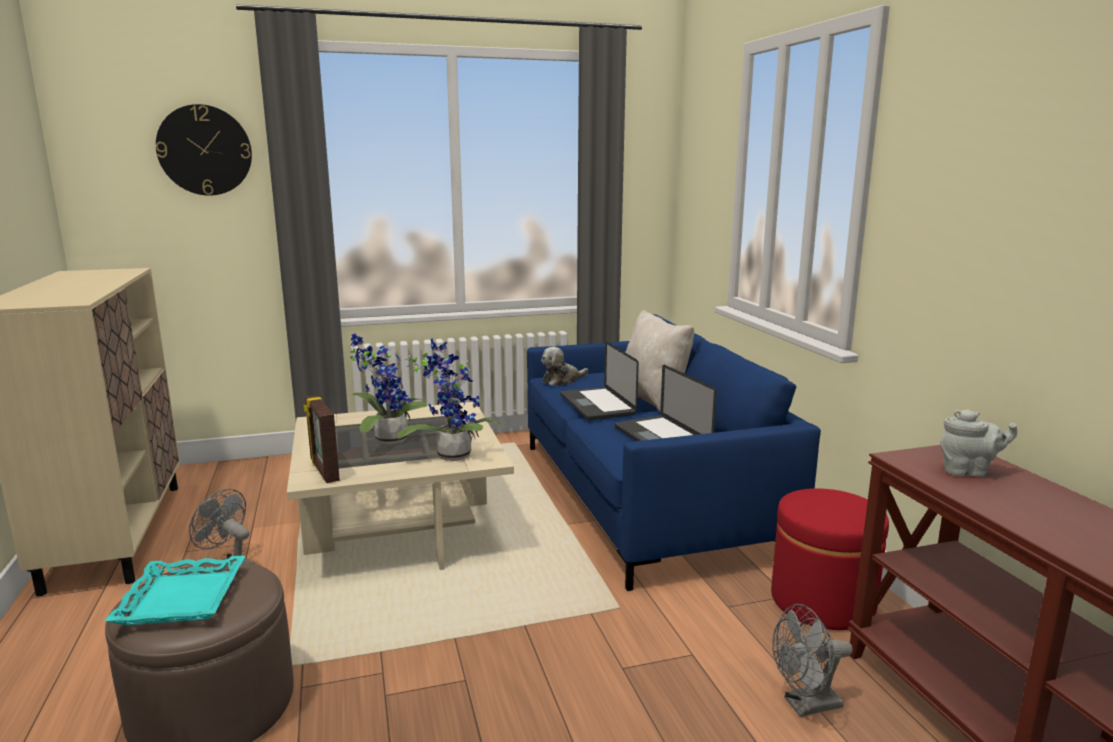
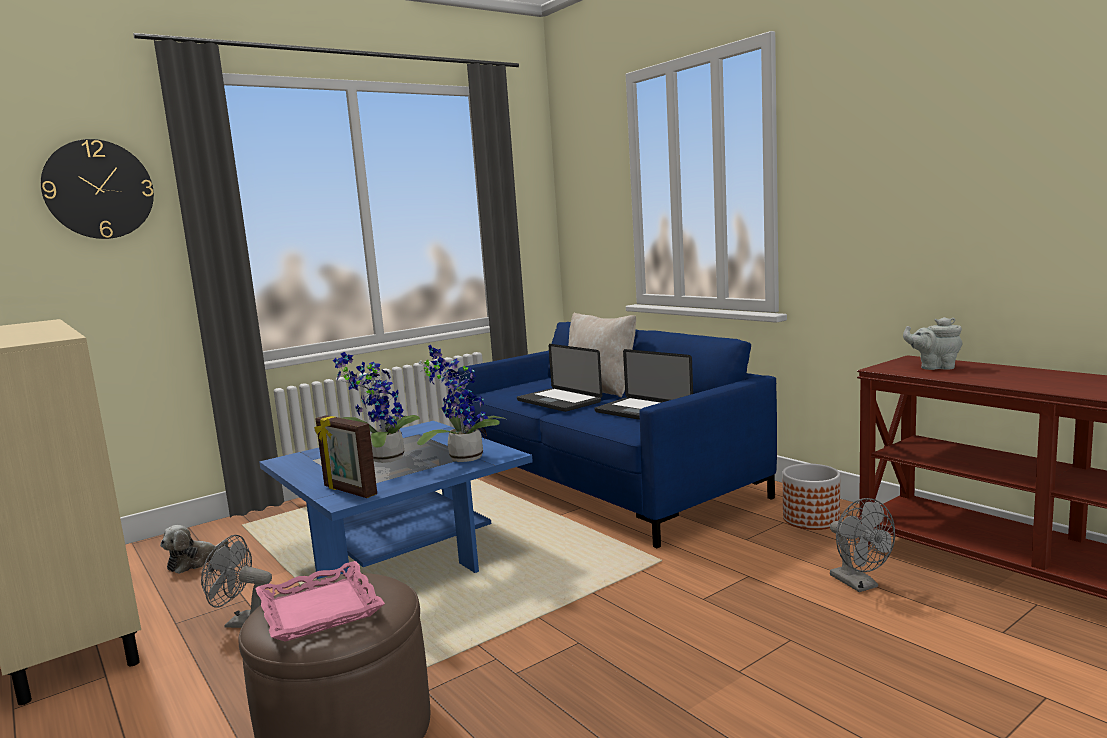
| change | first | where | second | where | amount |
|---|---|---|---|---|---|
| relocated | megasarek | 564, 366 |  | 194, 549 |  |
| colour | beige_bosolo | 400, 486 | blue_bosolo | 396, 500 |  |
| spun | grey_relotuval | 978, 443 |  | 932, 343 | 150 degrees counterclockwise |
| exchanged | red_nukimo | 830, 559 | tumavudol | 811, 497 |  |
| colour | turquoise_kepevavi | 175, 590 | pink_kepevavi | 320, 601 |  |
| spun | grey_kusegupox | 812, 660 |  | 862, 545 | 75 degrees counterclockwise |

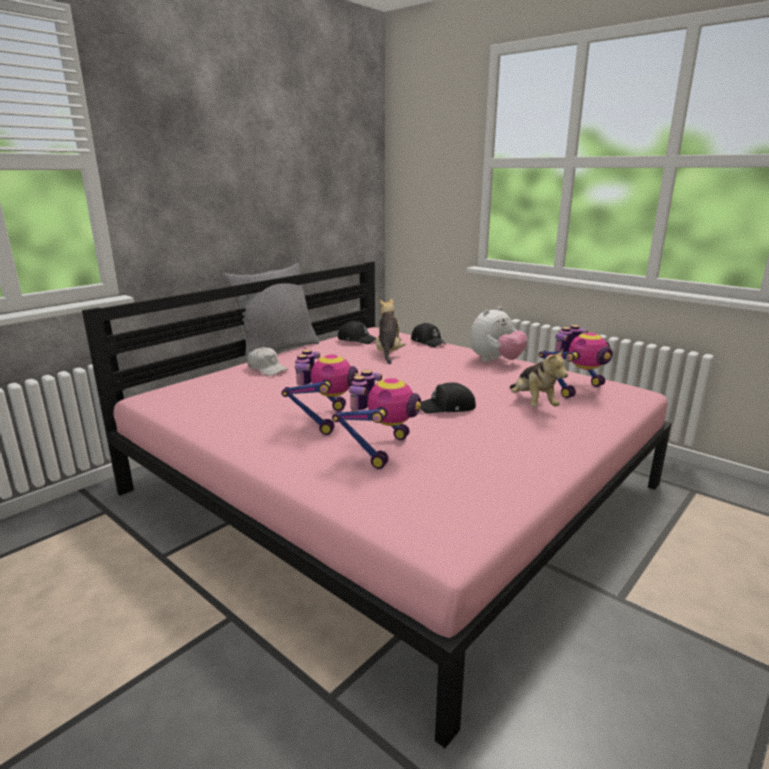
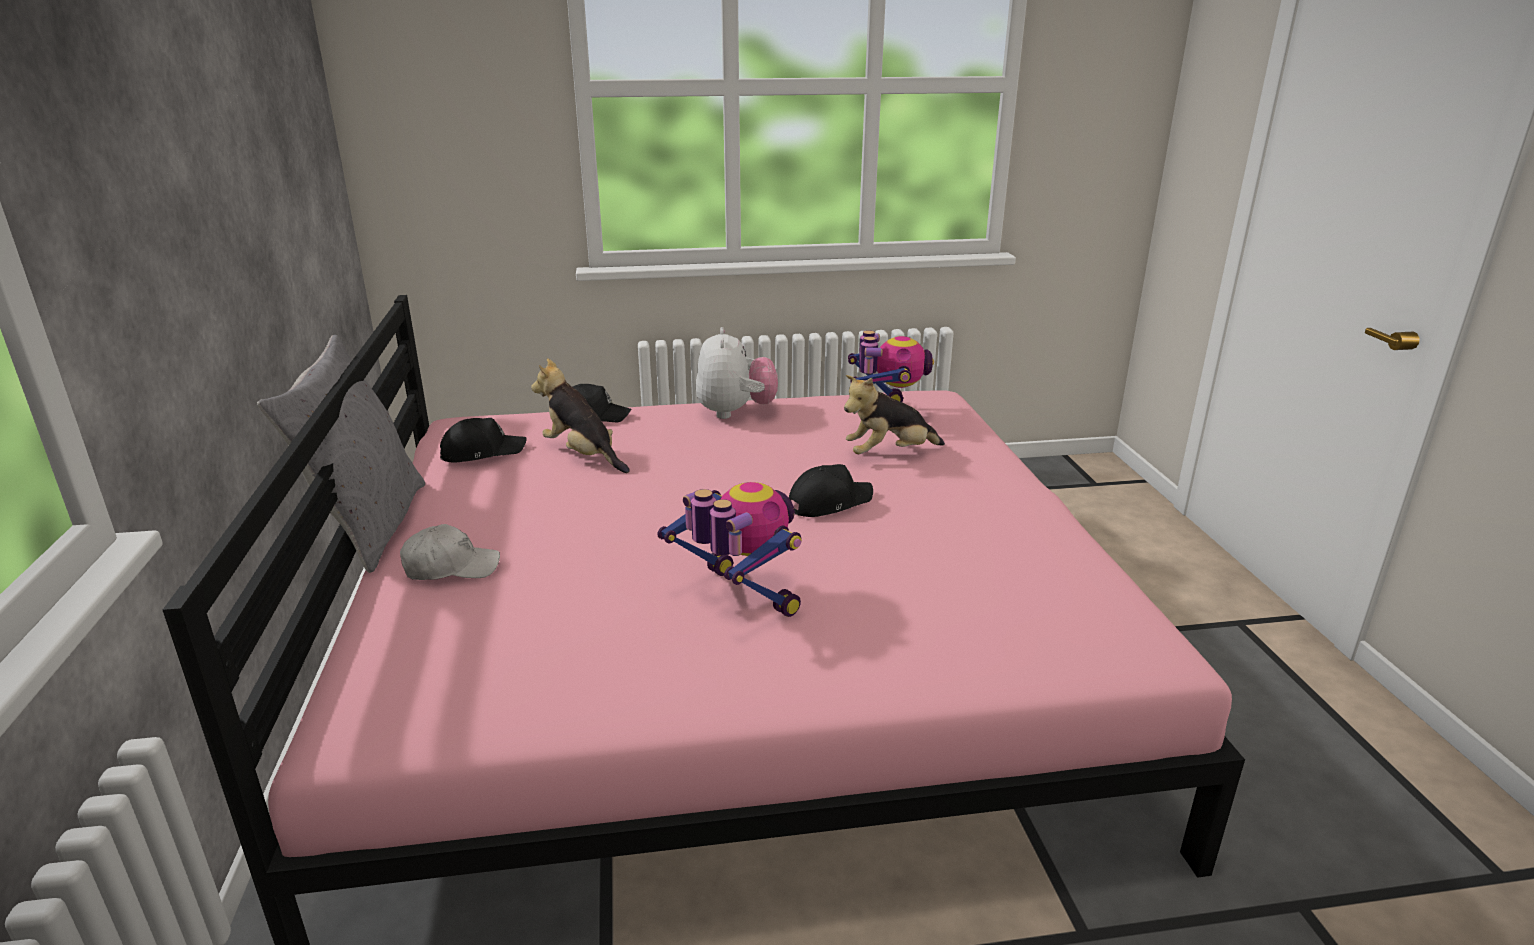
| change | first | where | second | where | amount |
|---|---|---|---|---|---|
| spun | megasarek | 538, 377 |  | 894, 414 | 135 degrees clockwise |
| missing | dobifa | 376, 419 |  |  |  |
| spun | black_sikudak | 448, 398 |  | 831, 490 | 150 degrees counterclockwise |

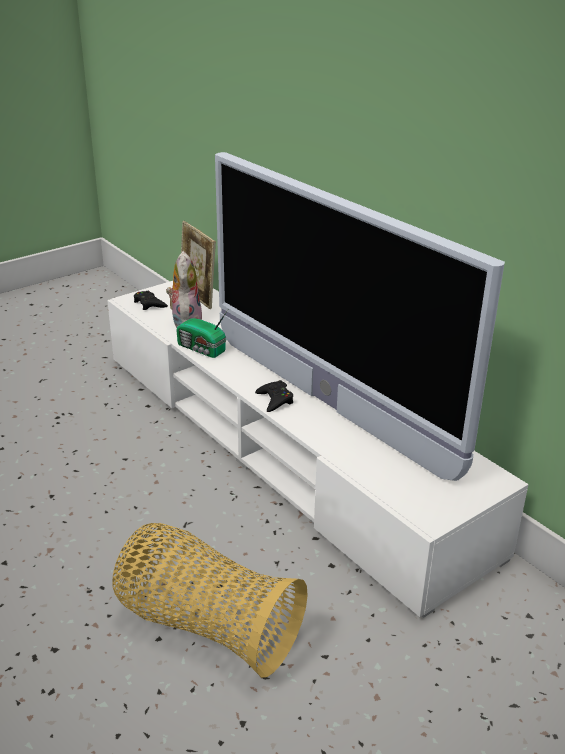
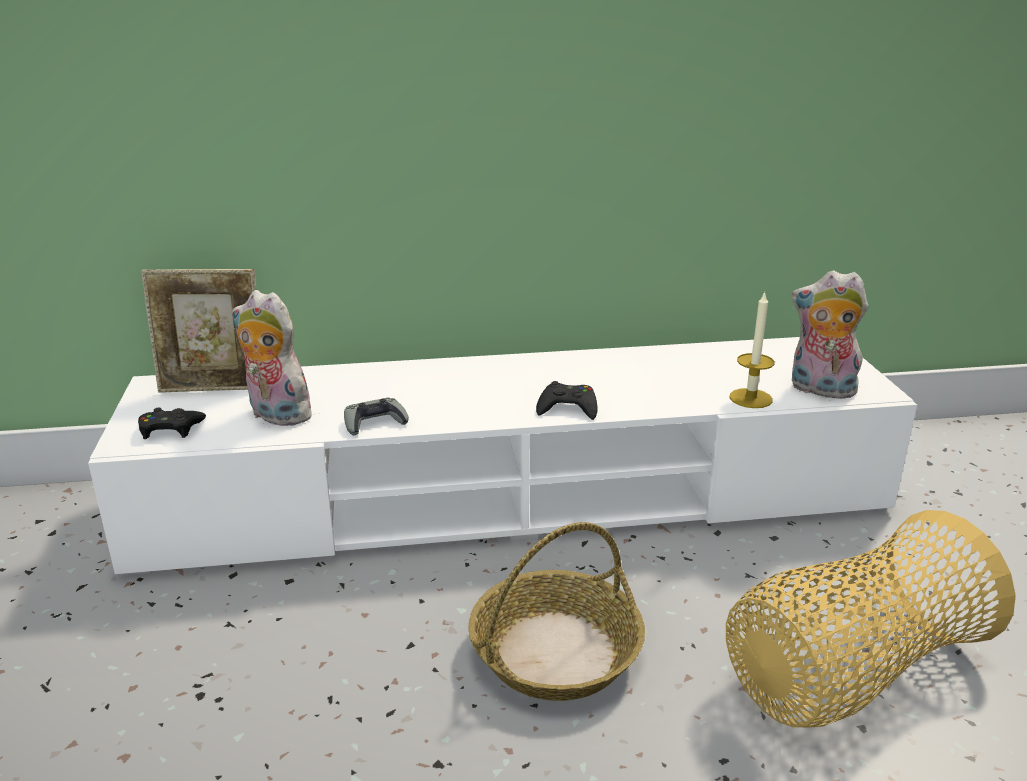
| change | first | where | second | where | amount |
|---|---|---|---|---|---|
| missing | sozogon | 360, 316 |  |  |  |
| exchanged | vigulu | 202, 334 | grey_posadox | 376, 416 |  |
| appeared |  |  | megasarek | 830, 334 |  |
| appeared |  |  | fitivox | 752, 350 |  |
| appeared |  |  | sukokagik | 556, 611 |  |

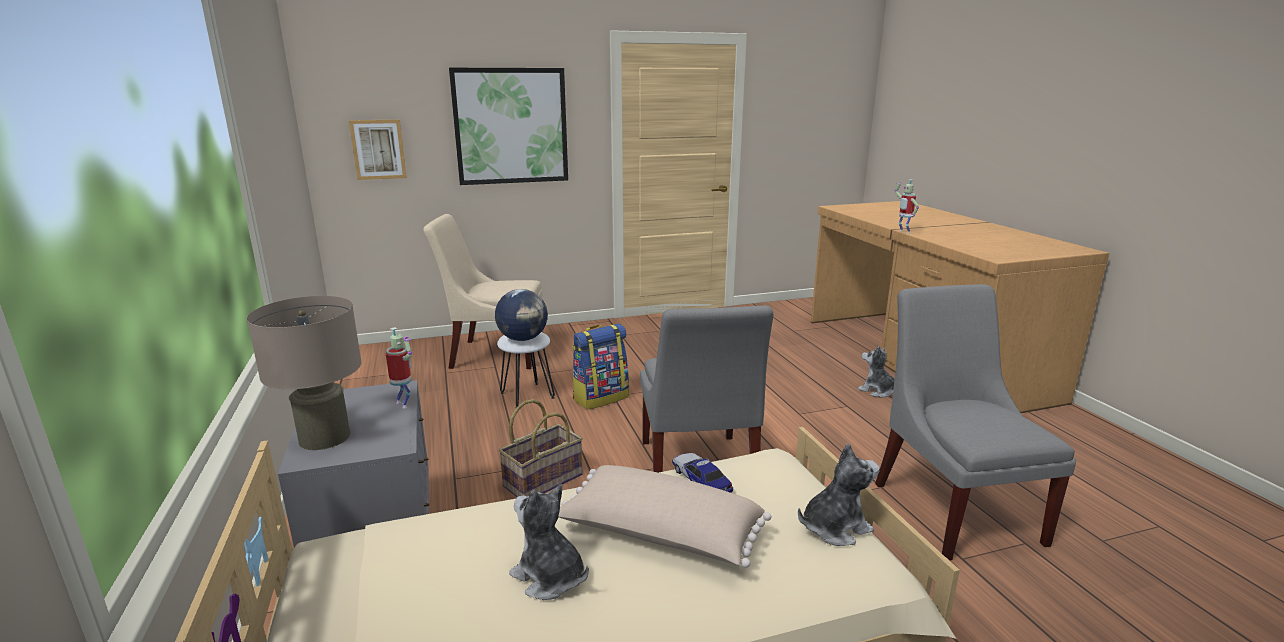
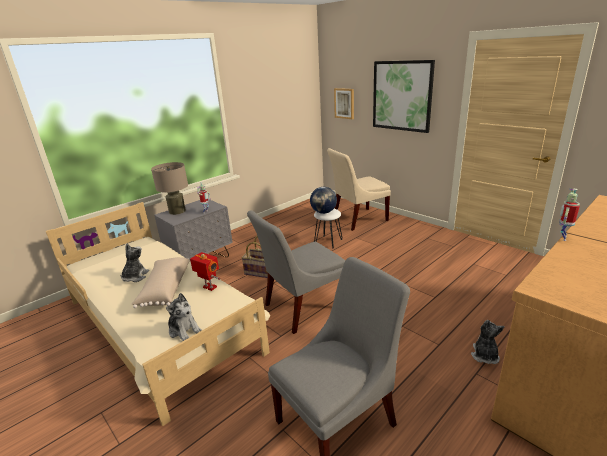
| change | first | where | second | where | amount |
|---|---|---|---|---|---|
| spun | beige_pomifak | 483, 291 |  | 359, 189 | 90 degrees counterclockwise |
| missing | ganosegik | 600, 367 |  |  |  |
| exchanged | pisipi | 702, 473 | dobifa | 205, 271 |  |

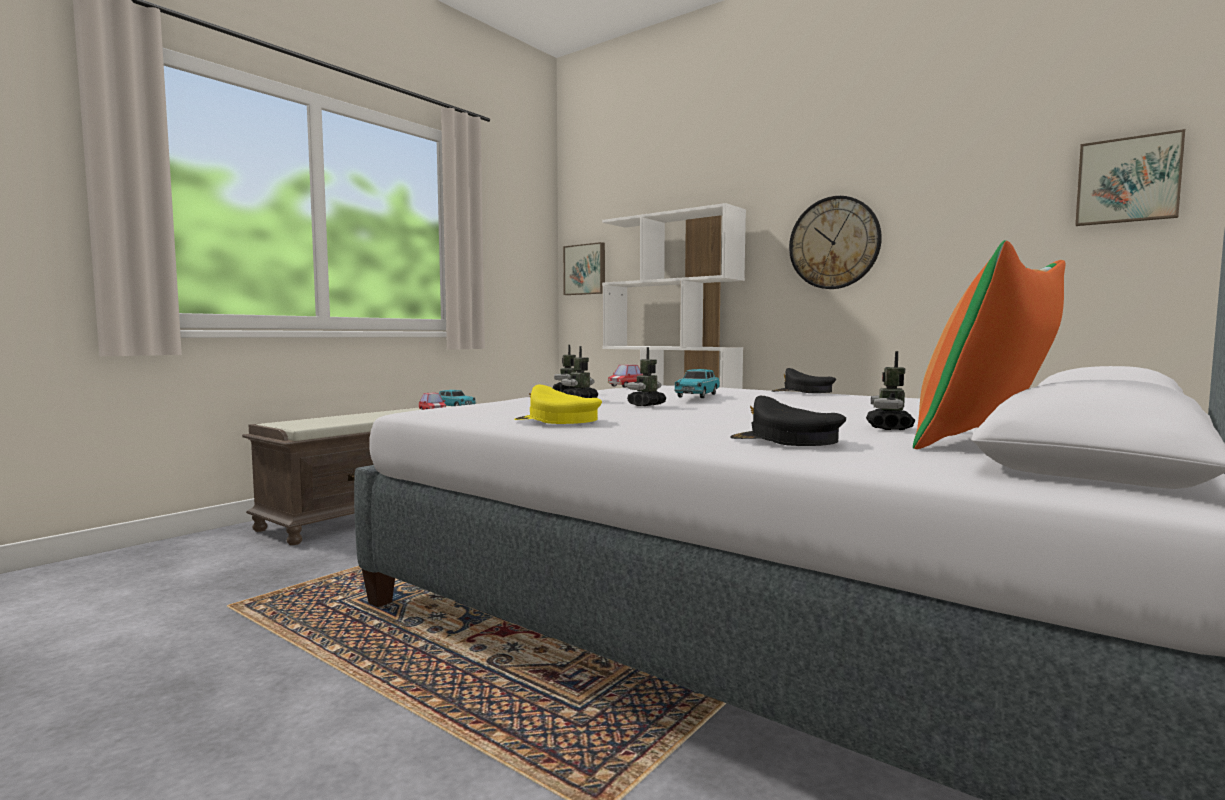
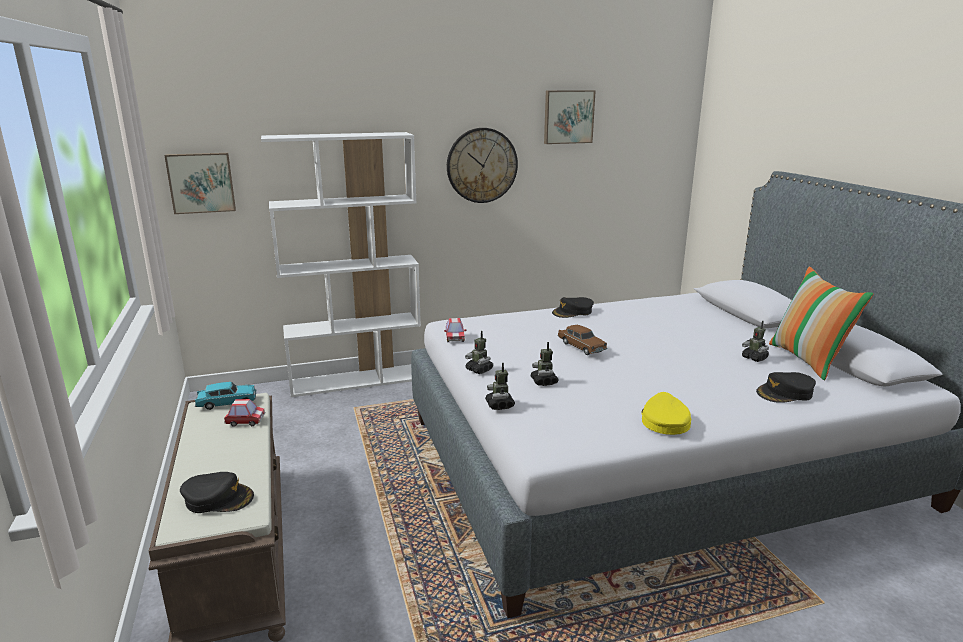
| change | first | where | second | where | amount |
|---|---|---|---|---|---|
| relocated | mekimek | 1130, 177 |  | 570, 117 |  |
| relocated | dobifa | 646, 376 |  | 500, 386 |  |
| colour | turquoise_pisipi | 697, 383 | brown_pisipi | 582, 340 |  |
| spun | yellow_sikudak | 558, 404 |  | 666, 413 | 120 degrees clockwise |
| appeared |  |  | black_sikudak | 217, 492 |  |

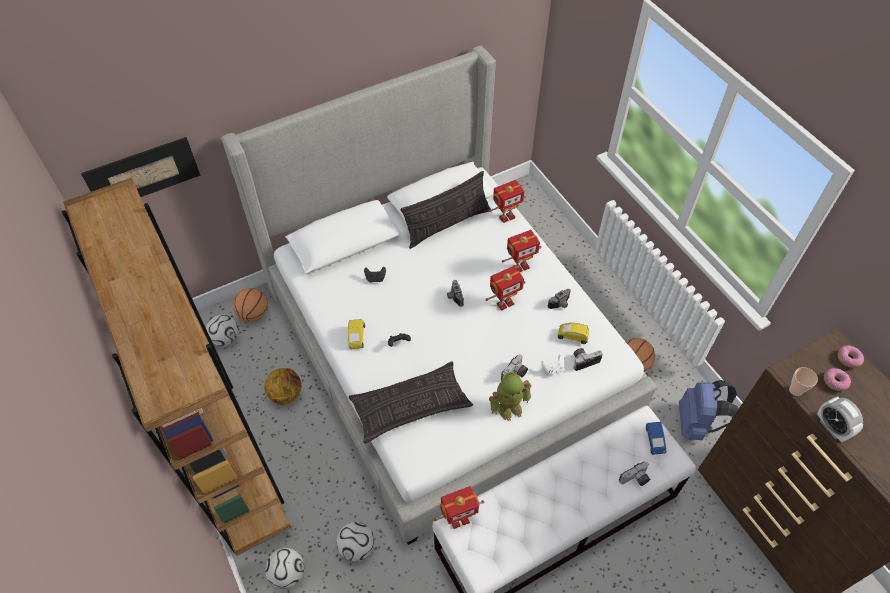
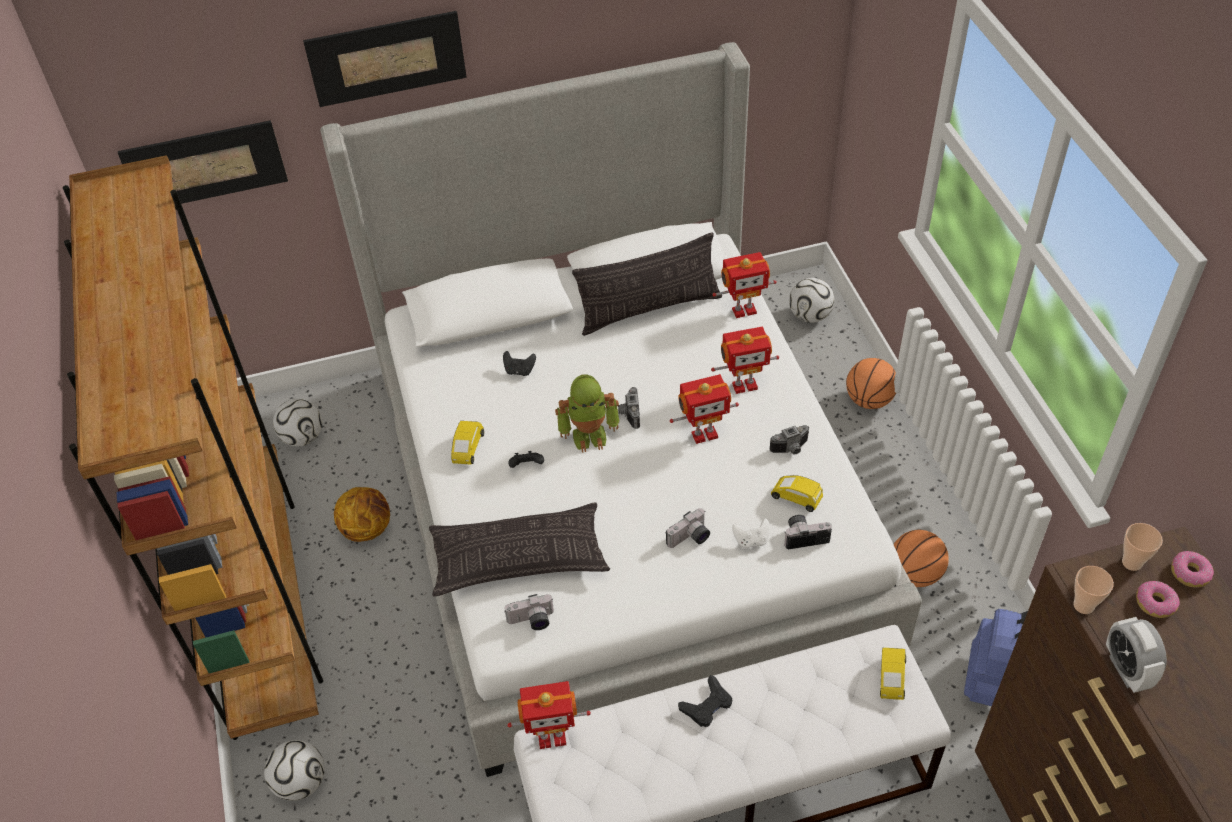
| change | first | where | second | where | amount |
|---|---|---|---|---|---|
| relocated | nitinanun | 250, 305 |  | 871, 383 |  |
| relocated | dobifa | 510, 396 |  | 587, 413 |  |
| colour | blue_pisipi | 656, 438 | yellow_pisipi | 893, 673 |  |
| relocated | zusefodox | 634, 474 |  | 529, 612 |  |
| relocated | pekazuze | 355, 541 |  | 811, 300 |  |
| appeared |  |  | mekimek | 385, 59 |  |
| appeared |  |  | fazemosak | 1142, 547 |  |
| appeared |  |  | black_posadox | 705, 701 |  |

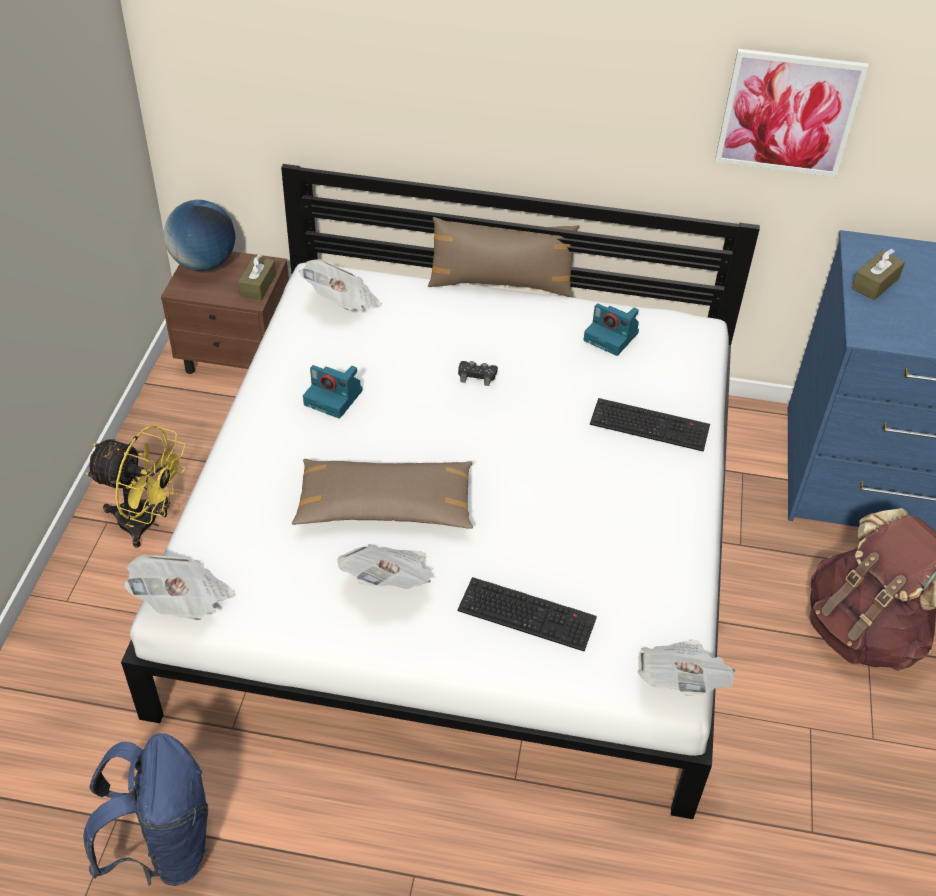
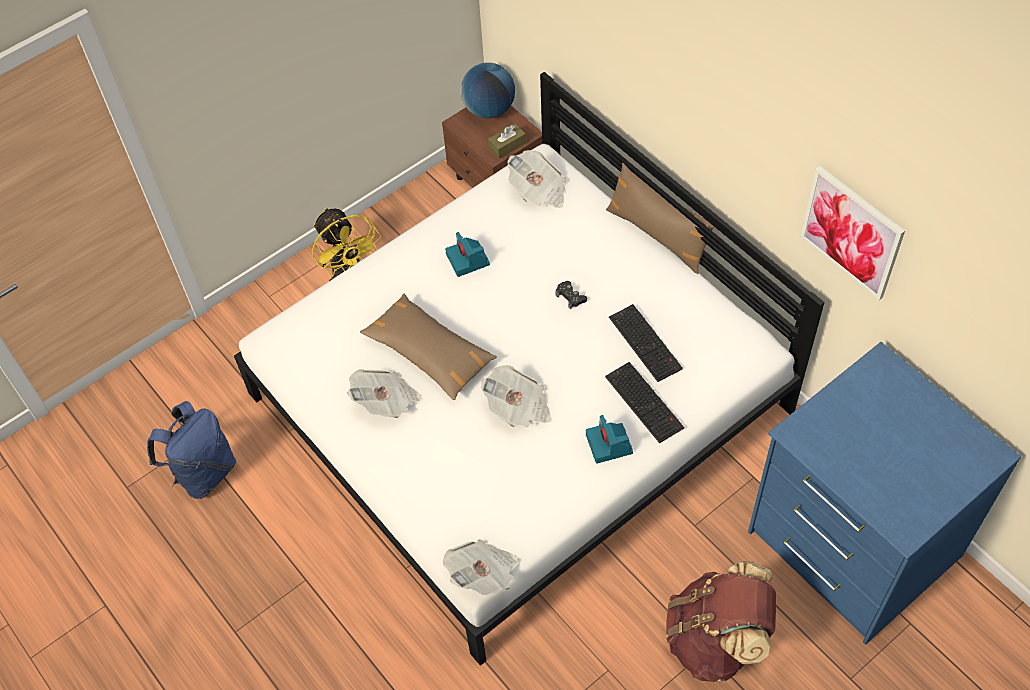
| change | first | where | second | where | amount |
|---|---|---|---|---|---|
| missing | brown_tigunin | 878, 274 |  |  |  |
| relocated | zusefodox | 611, 329 |  | 609, 439 |  |
| relocated | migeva | 179, 587 |  | 516, 396 |  |
| relocated | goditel | 527, 614 |  | 646, 343 |  |

